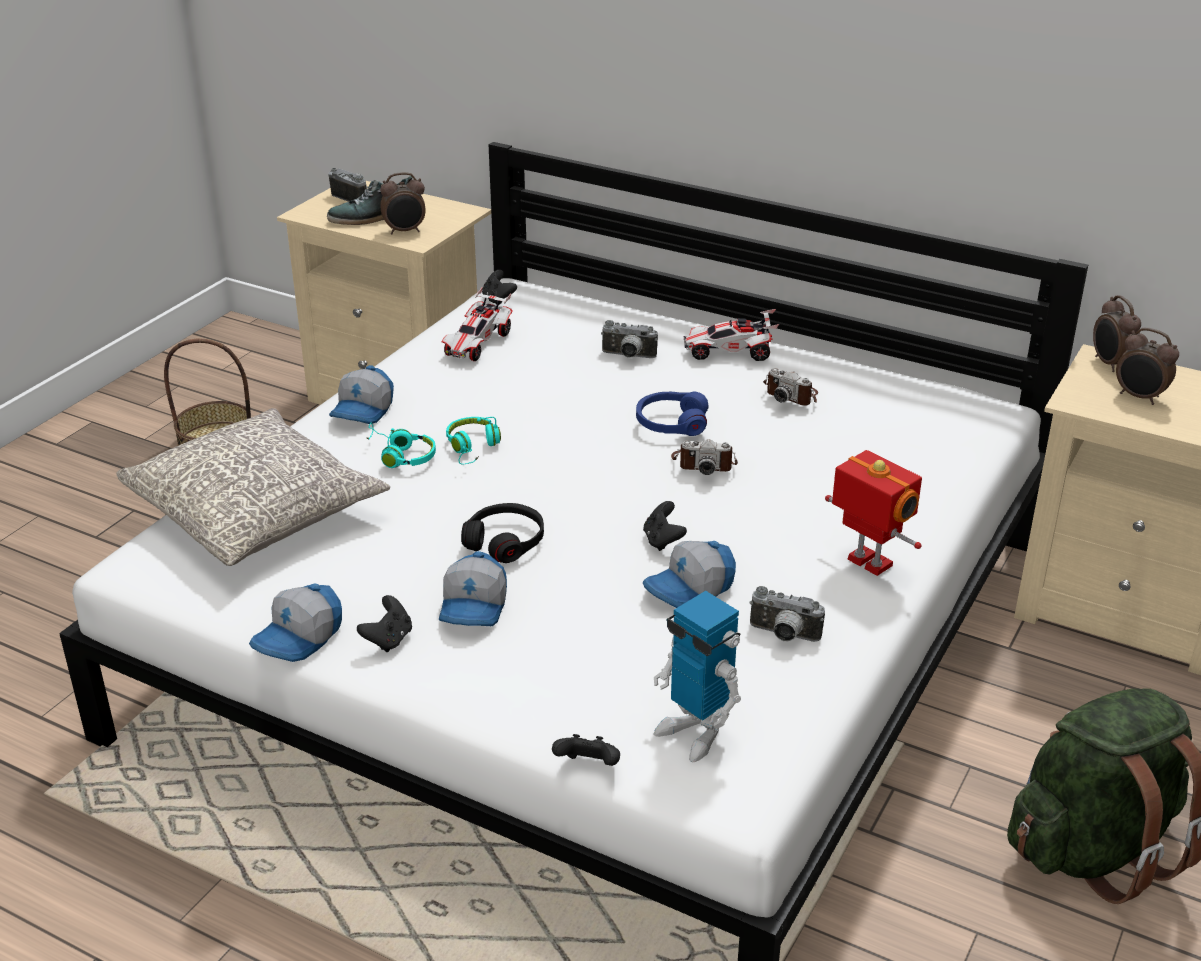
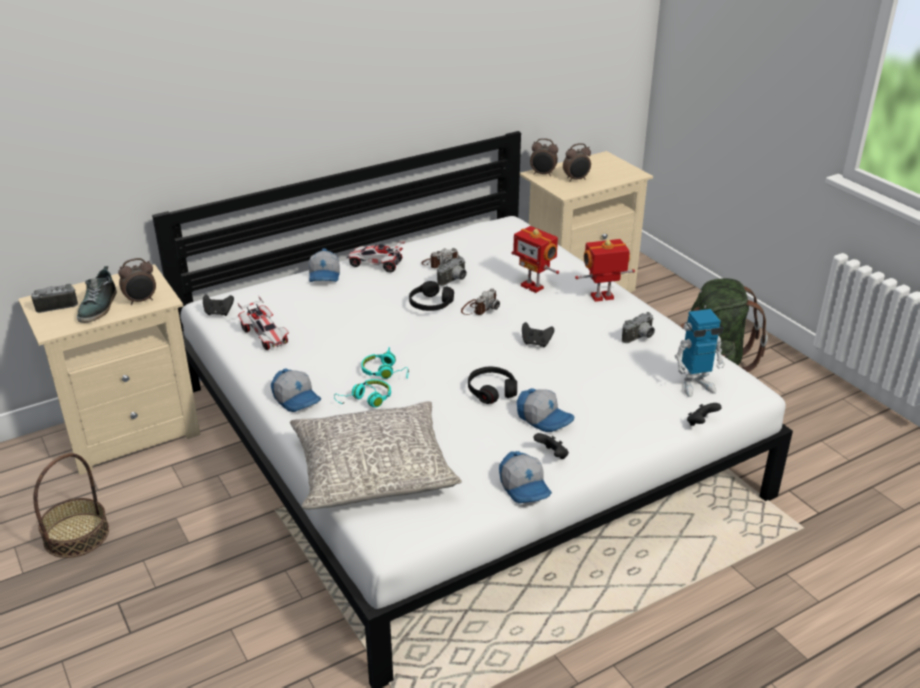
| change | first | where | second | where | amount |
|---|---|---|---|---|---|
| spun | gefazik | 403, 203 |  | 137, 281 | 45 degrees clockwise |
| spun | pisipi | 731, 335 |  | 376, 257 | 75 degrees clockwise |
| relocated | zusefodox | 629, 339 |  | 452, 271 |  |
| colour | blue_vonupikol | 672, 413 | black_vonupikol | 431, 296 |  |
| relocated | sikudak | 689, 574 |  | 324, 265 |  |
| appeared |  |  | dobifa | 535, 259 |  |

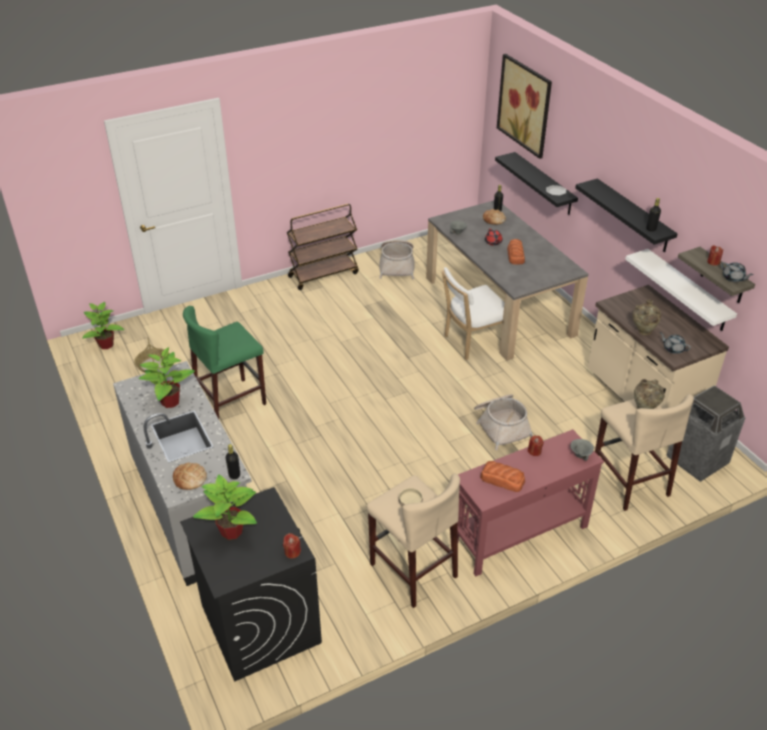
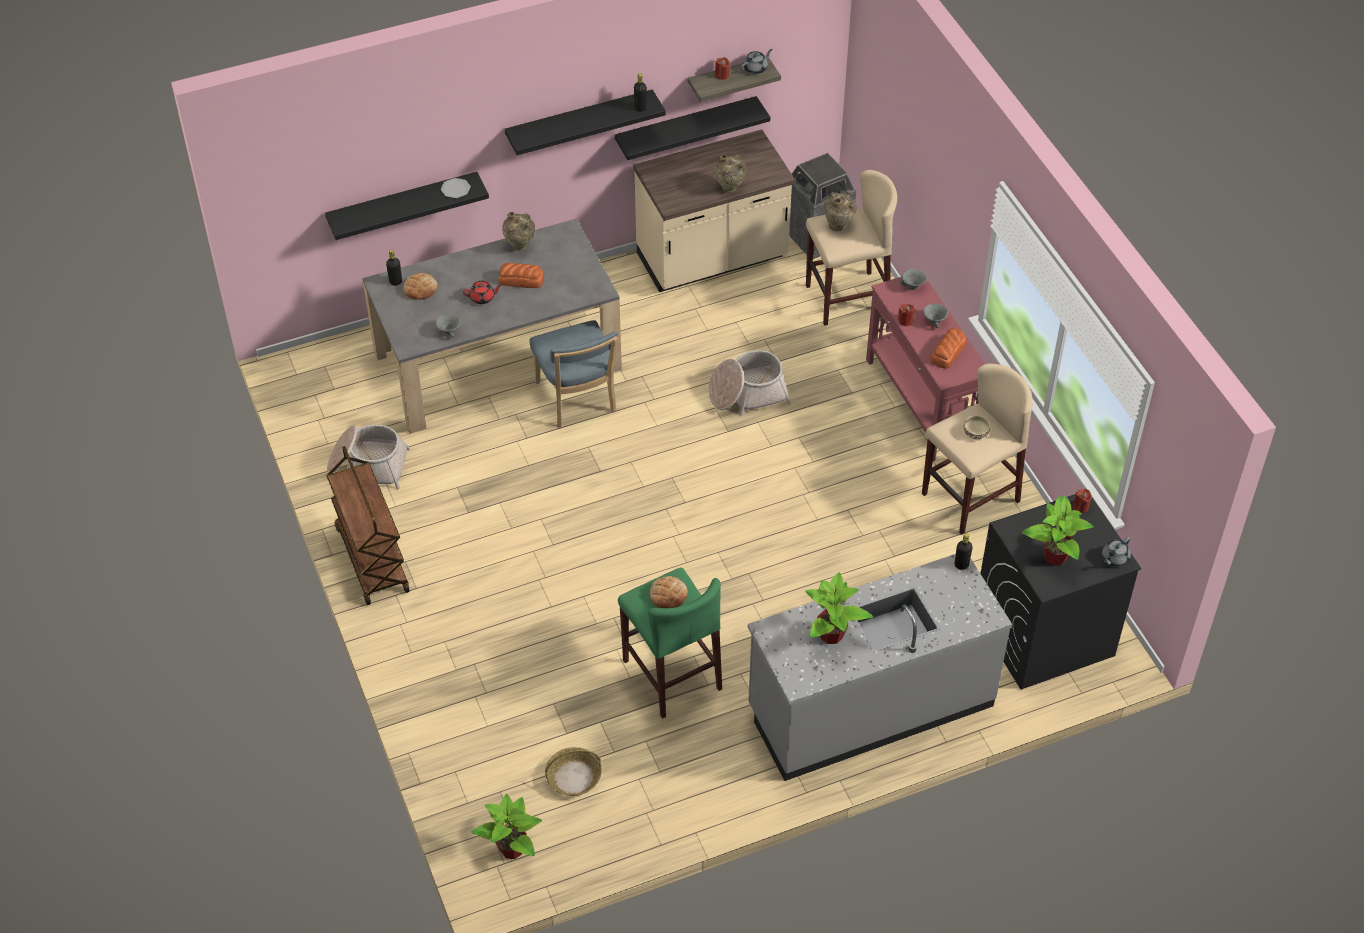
| change | first | where | second | where | amount |
|---|---|---|---|---|---|
| missing | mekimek | 524, 106 |  |  |  |
| colour | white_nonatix | 681, 290 | black_nonatix | 692, 128 |  |
| colour | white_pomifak | 473, 313 | blue_pomifak | 574, 373 |  |
| relocated | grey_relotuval | 675, 343 |  | 1116, 552 |  |
| relocated | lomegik | 190, 476 |  | 669, 592 |  |
| appeared |  |  | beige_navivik | 518, 231 |  |
| appeared |  |  | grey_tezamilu | 935, 315 |  |

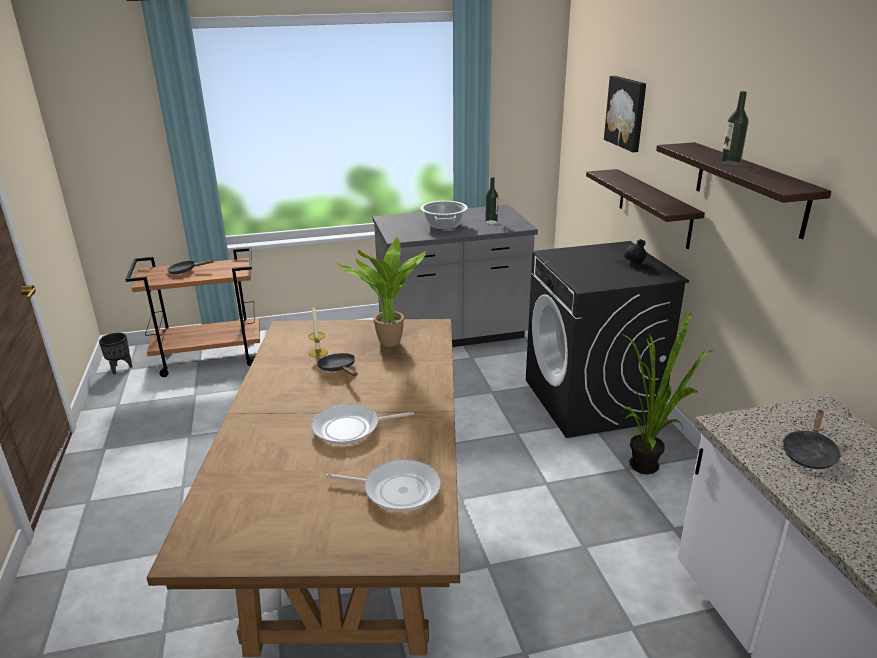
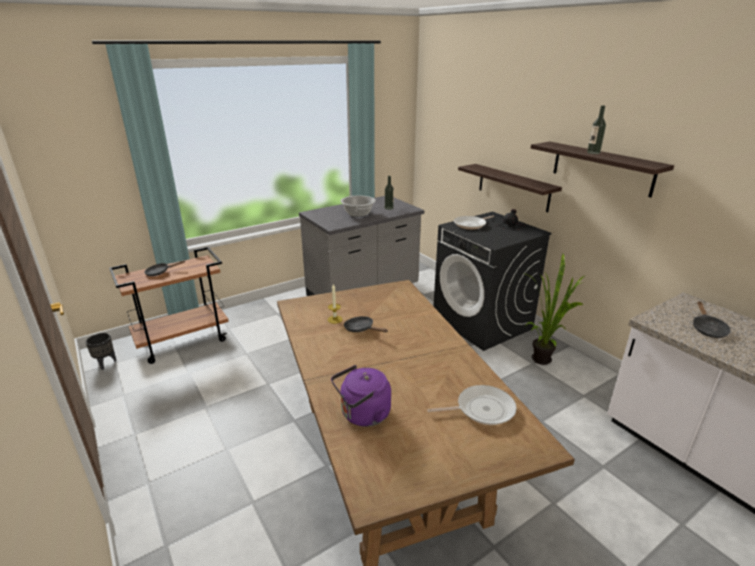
| change | first | where | second | where | amount |
|---|---|---|---|---|---|
| missing | mekimek | 625, 114 |  |  |  |
| missing | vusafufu | 381, 292 |  |  |  |
| relocated | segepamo | 362, 424 |  | 474, 222 |  |
| appeared |  |  | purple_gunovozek | 361, 396 |  |

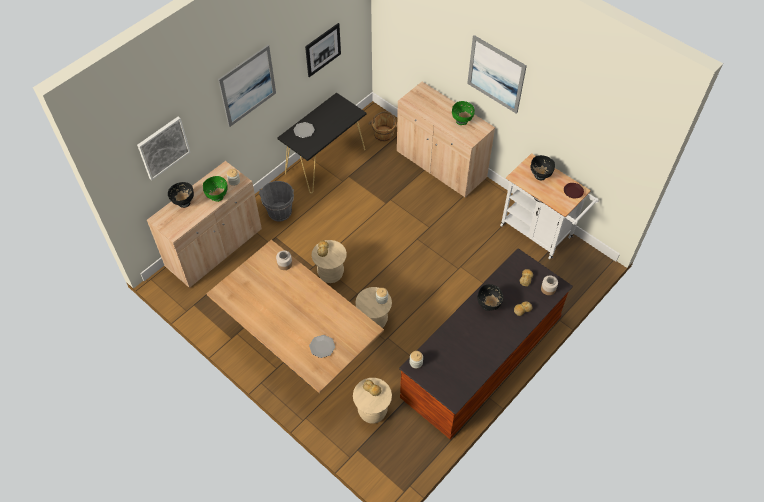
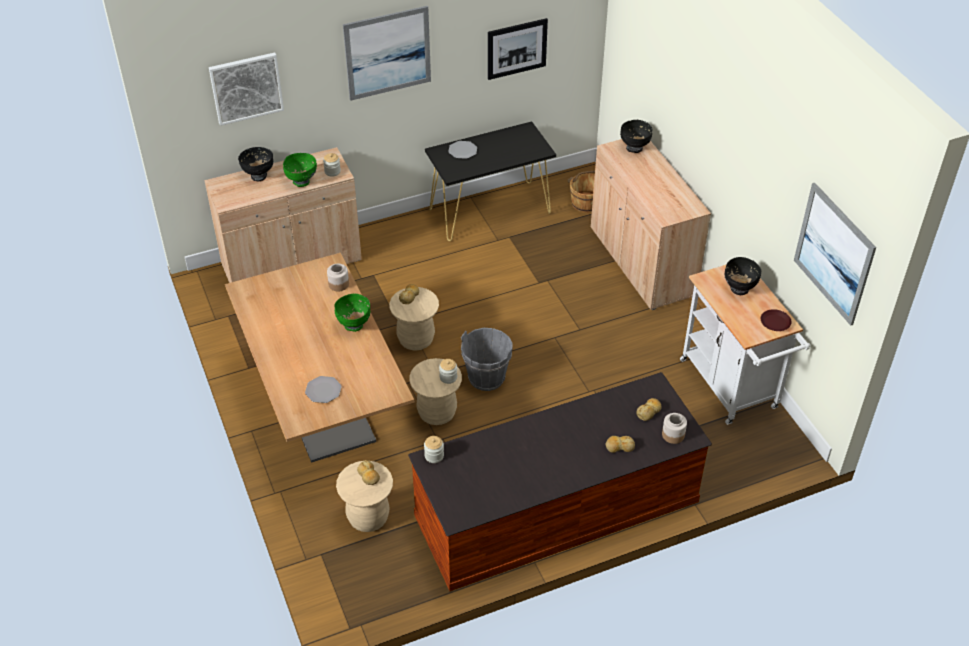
| change | first | where | second | where | amount |
|---|---|---|---|---|---|
| relocated | mekimek | 497, 74 |  | 835, 254 |  |
| relocated | green_tezamilu | 463, 113 |  | 352, 313 |  |
| relocated | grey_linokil | 276, 201 |  | 487, 359 |  |
| relocated | black_tezamilu | 490, 297 |  | 636, 136 |  |

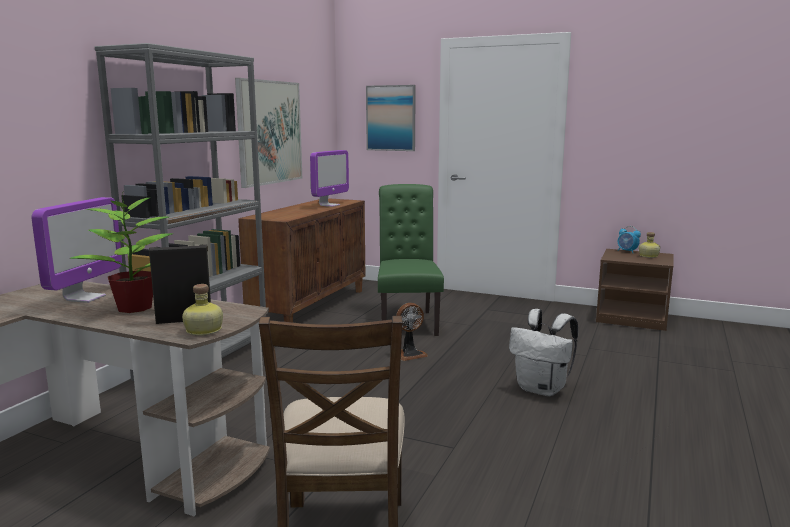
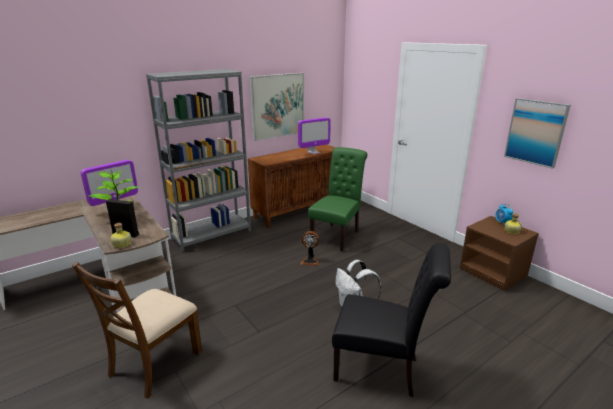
| change | first | where | second | where | amount |
|---|---|---|---|---|---|
| relocated | mekimek | 391, 118 |  | 537, 133 |  |
| appeared |  |  | black_pomifak | 391, 320 |  |

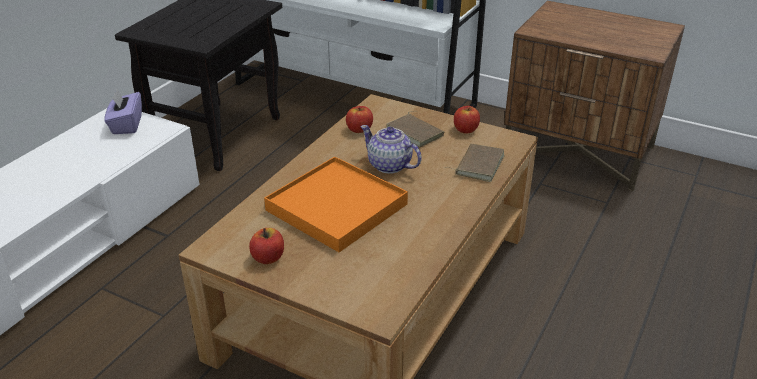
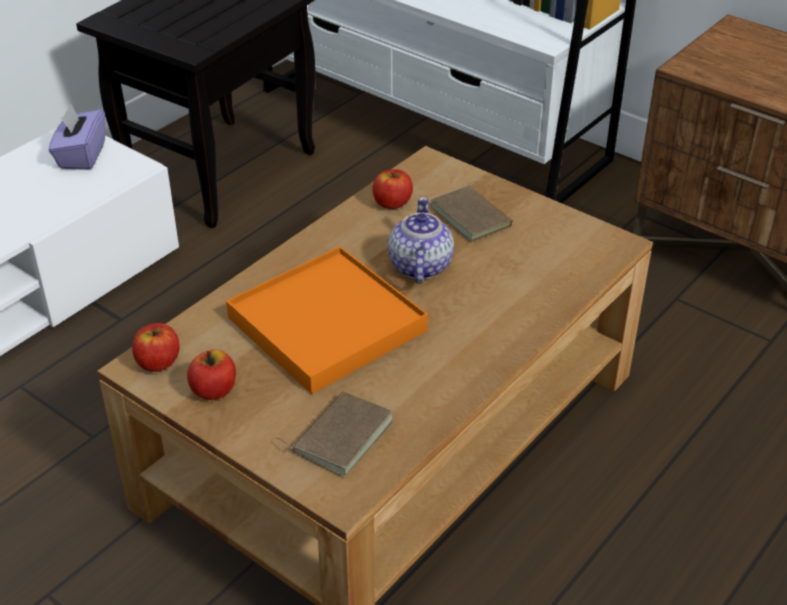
| change | first | where | second | where | amount |
|---|---|---|---|---|---|
| relocated | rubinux | 467, 120 |  | 156, 347 |  |
| spun | relotuval | 391, 149 |  | 421, 240 | 45 degrees clockwise |
| relocated | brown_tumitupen | 474, 163 |  | 334, 434 |  |

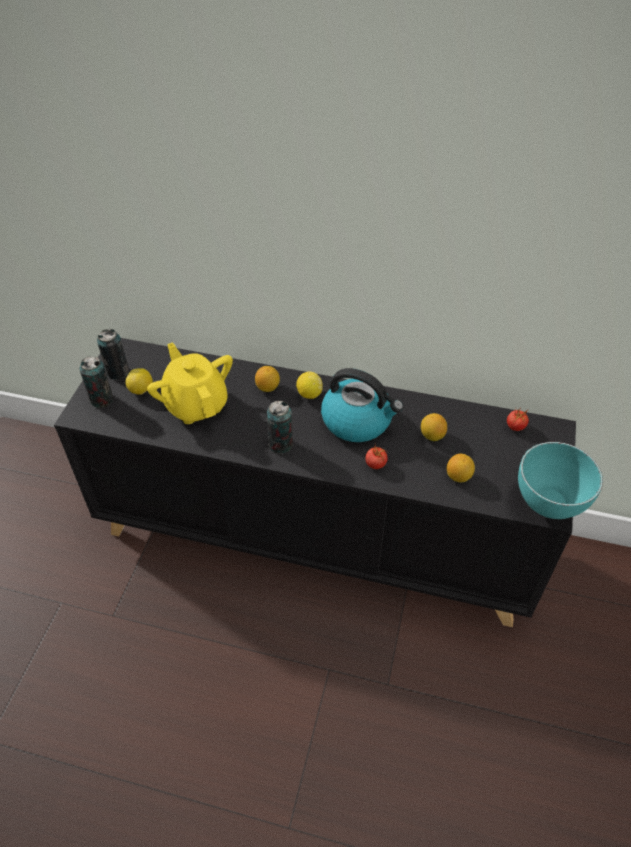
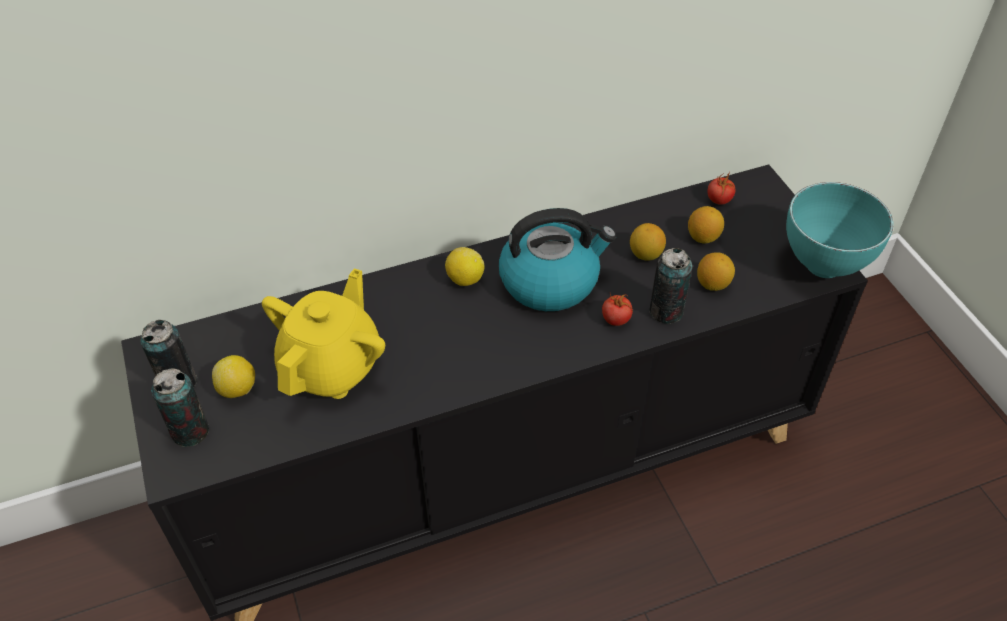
| change | first | where | second | where | amount |
|---|---|---|---|---|---|
| spun | yellow_relotuval | 190, 383 |  | 323, 333 | 90 degrees clockwise |
| relocated | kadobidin | 267, 379 |  | 706, 225 |  |
| relocated | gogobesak | 279, 427 |  | 671, 286 |  |

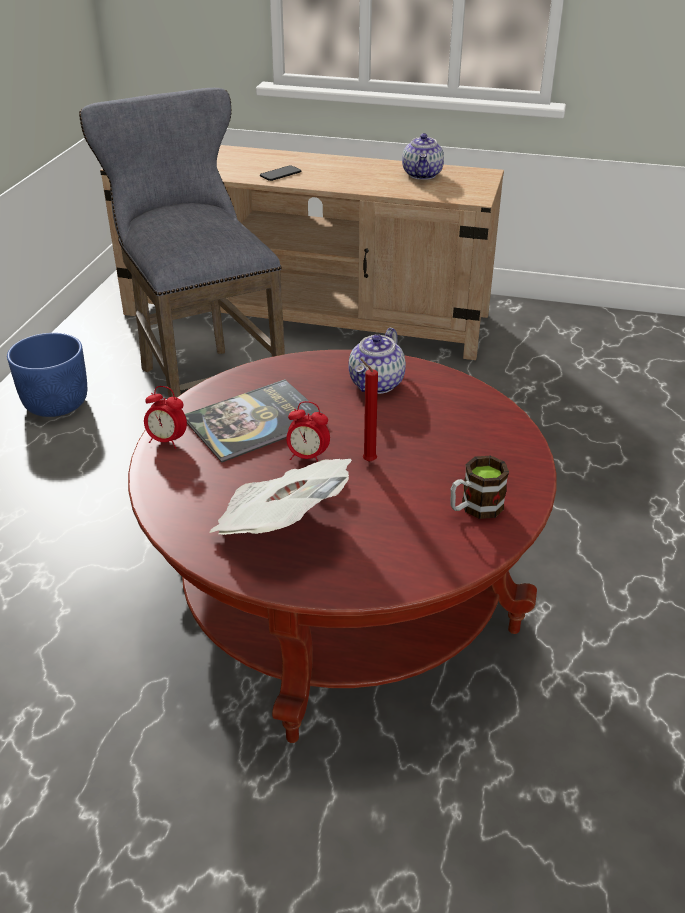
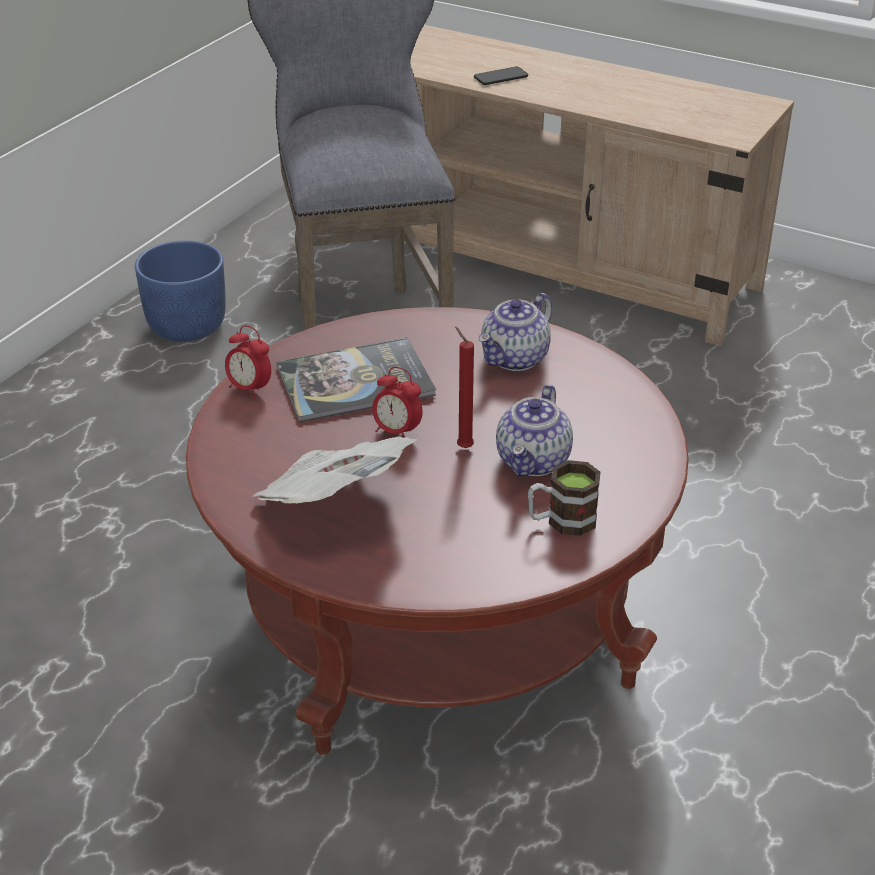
| change | first | where | second | where | amount |
|---|---|---|---|---|---|
| relocated | relotuval | 423, 156 |  | 534, 430 |  |

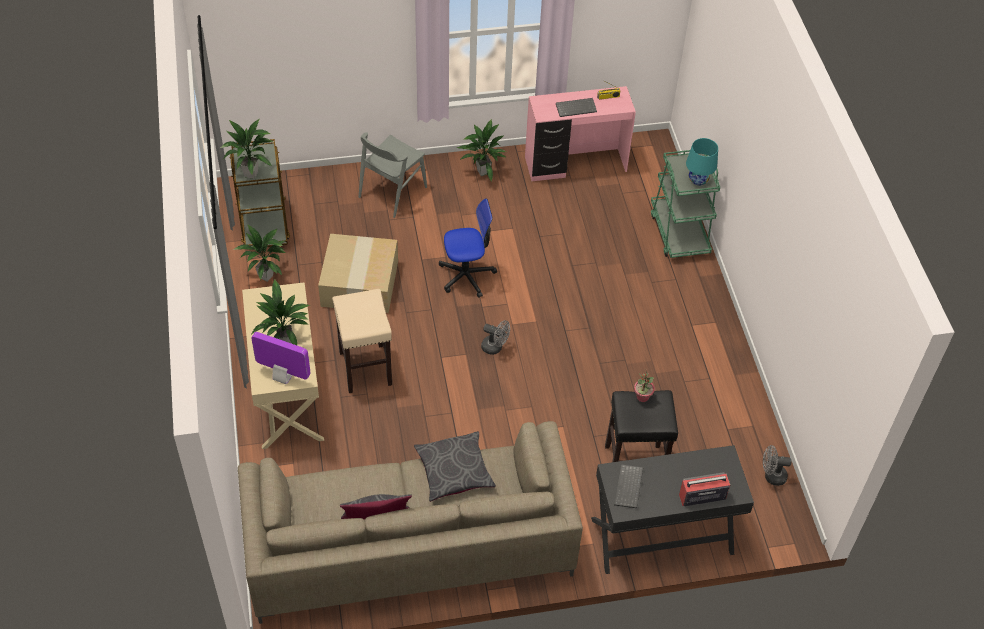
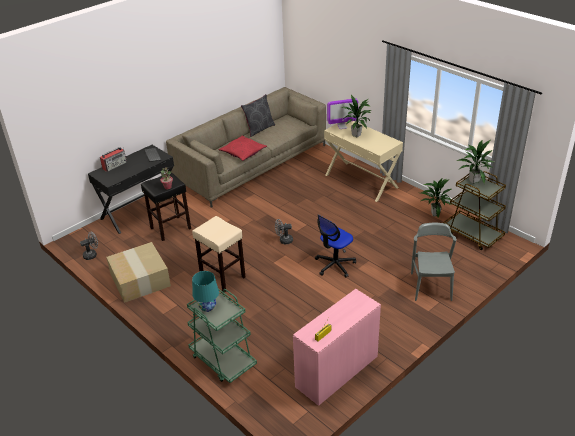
| change | first | where | second | where | amount |
|---|---|---|---|---|---|
| missing | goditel | 576, 107 |  |  |  |
| missing | vusafufu | 481, 150 |  |  |  |
| relocated | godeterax | 358, 273 |  | 138, 272 |  |
| relocated | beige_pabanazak | 362, 341 |  | 218, 254 |  |
| colour | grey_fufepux | 455, 466 | red_fufepux | 242, 148 |  |

